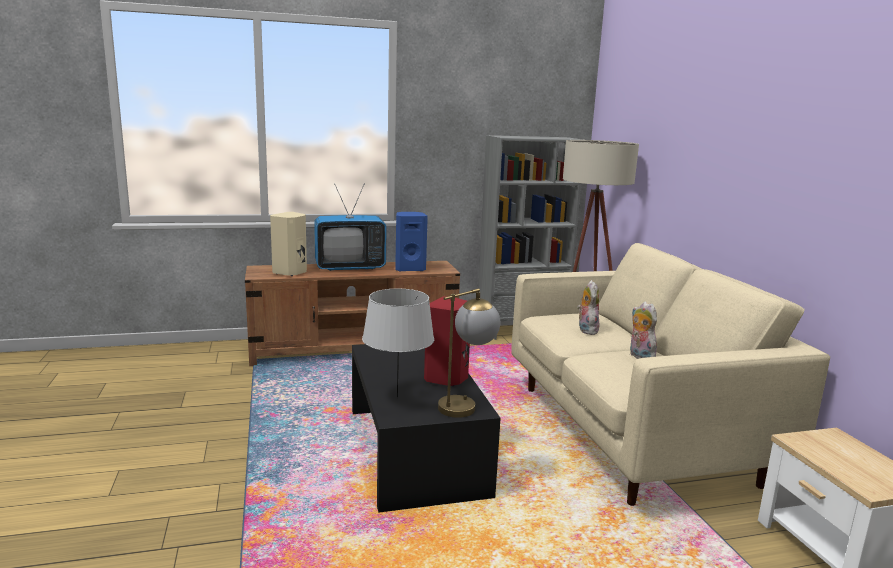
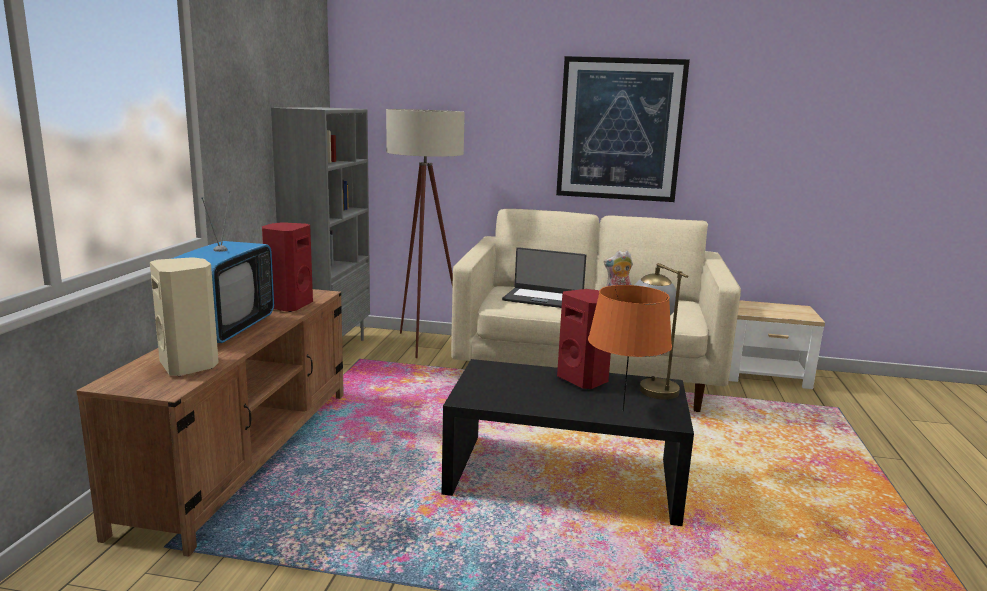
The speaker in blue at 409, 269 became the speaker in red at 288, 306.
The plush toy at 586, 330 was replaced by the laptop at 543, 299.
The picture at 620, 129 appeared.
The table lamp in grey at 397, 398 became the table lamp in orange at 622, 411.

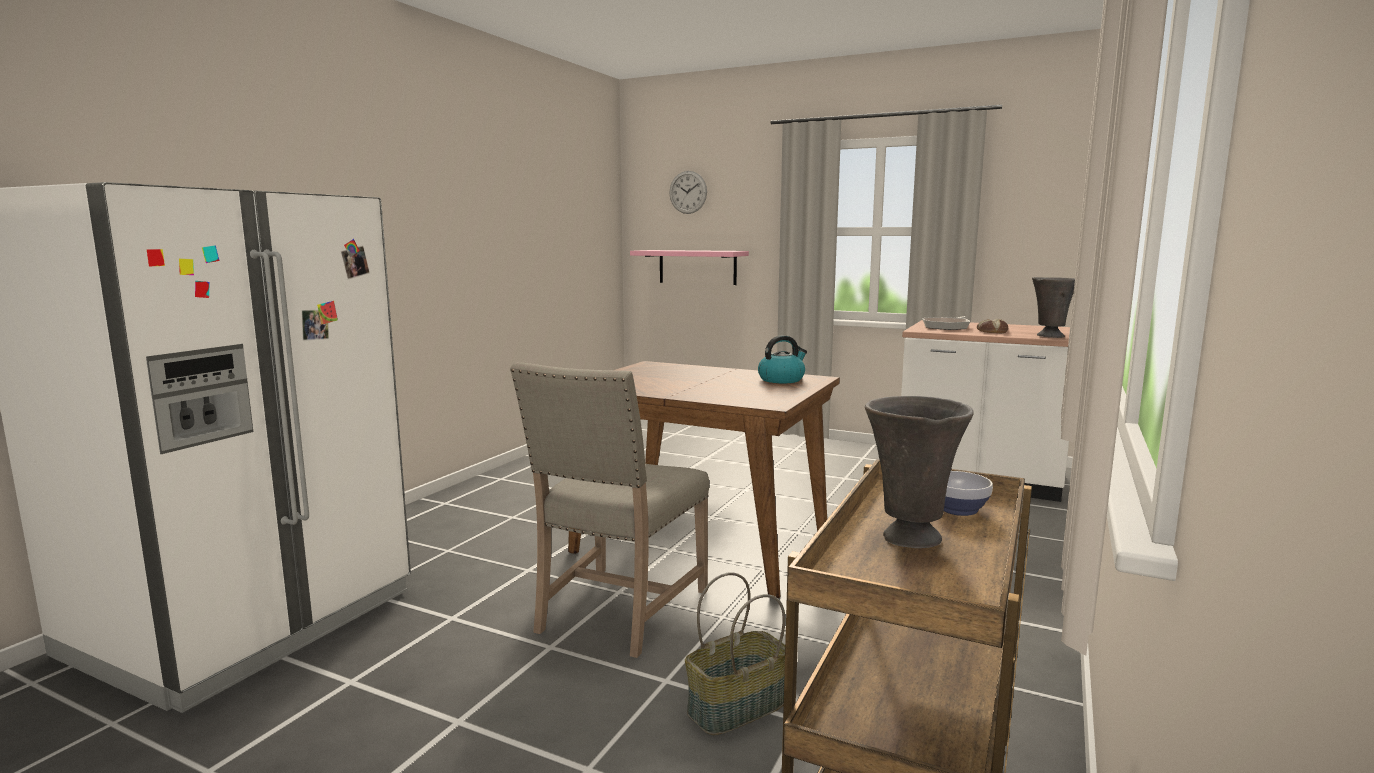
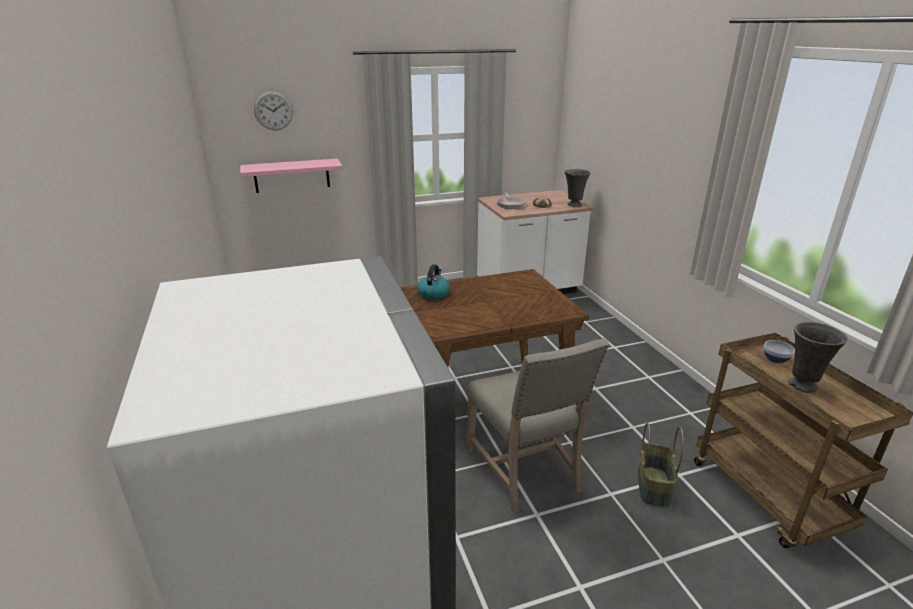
The kettle moved from 781, 379 to 433, 294.

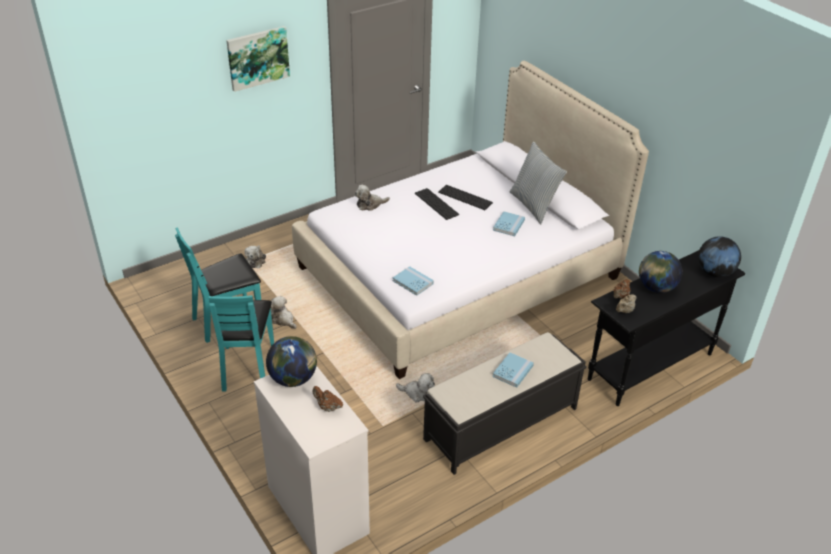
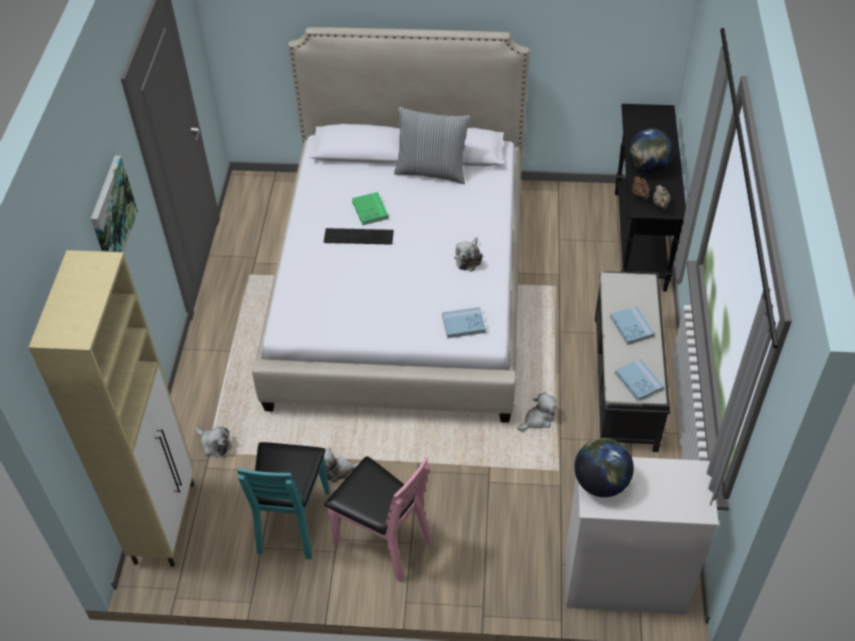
The cabinet in beige at 165, 521 appeared.
The chair in turquoise at 247, 367 became the chair in pink at 383, 540.
The keyboard at 465, 197 was replaced by the book in green at 370, 210.
The plush toy moved from 370, 205 to 468, 259.
The book in blue moved from 508, 225 to 638, 381.
The teapot in brown at 327, 407 disappeared.
The globe at 714, 272 disappeared.

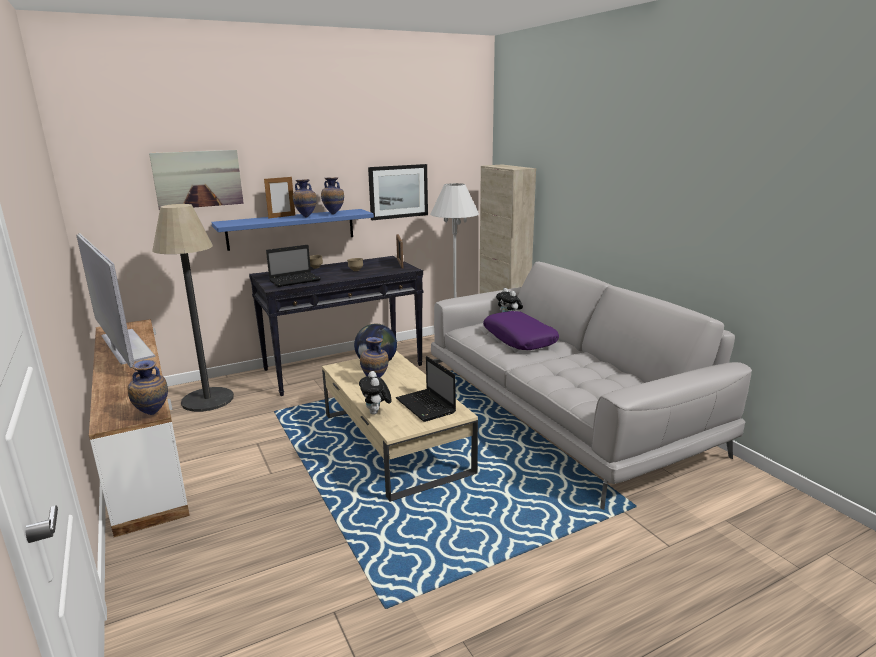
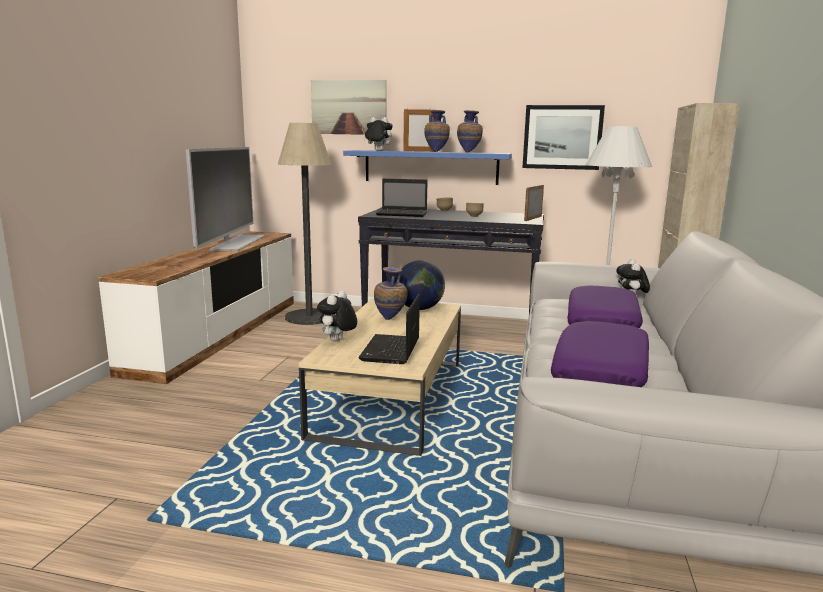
The plush toy at 377, 150 appeared.
The pillow in purple at 601, 371 appeared.
The vase at 152, 415 disappeared.

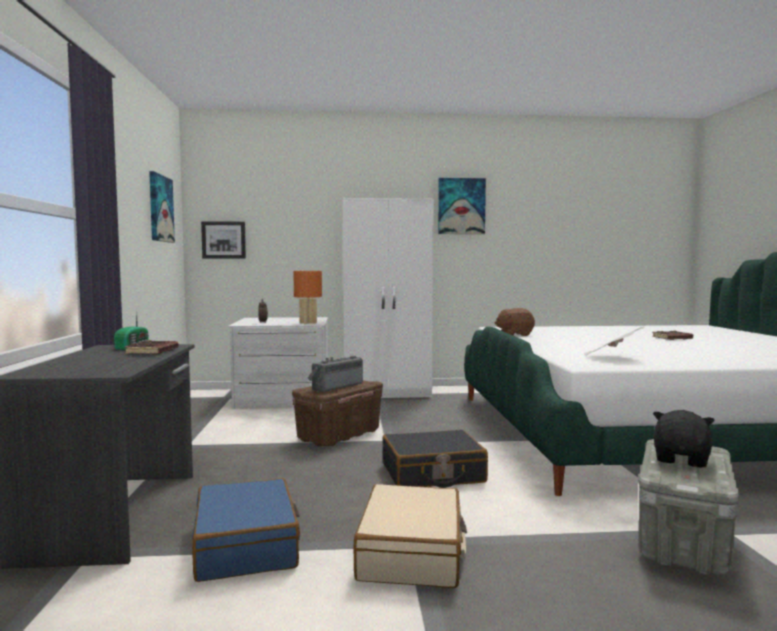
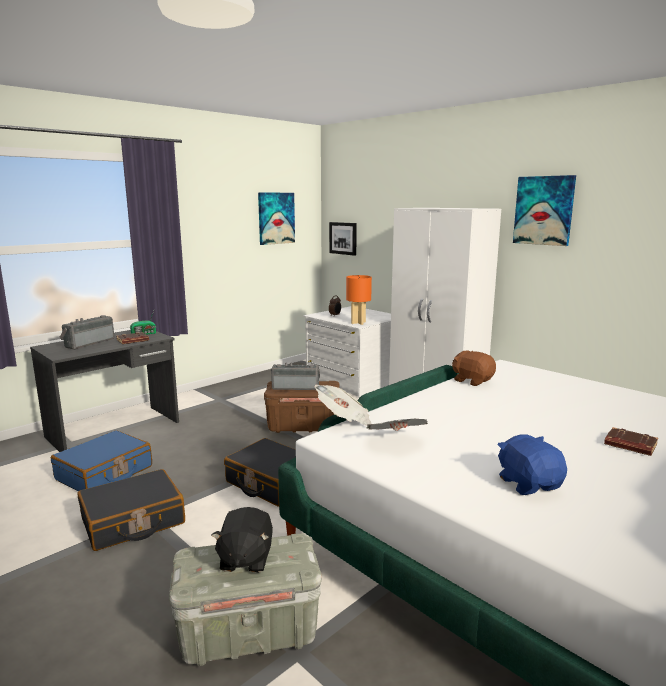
The radio at 88, 343 appeared.
The suitcase in beige at 412, 552 became the suitcase in black at 133, 521.
The plush toy in black at 682, 459 turned 105 degrees clockwise.
The newspaper at 344, 420 appeared.
The plush toy in blue at 529, 484 appeared.

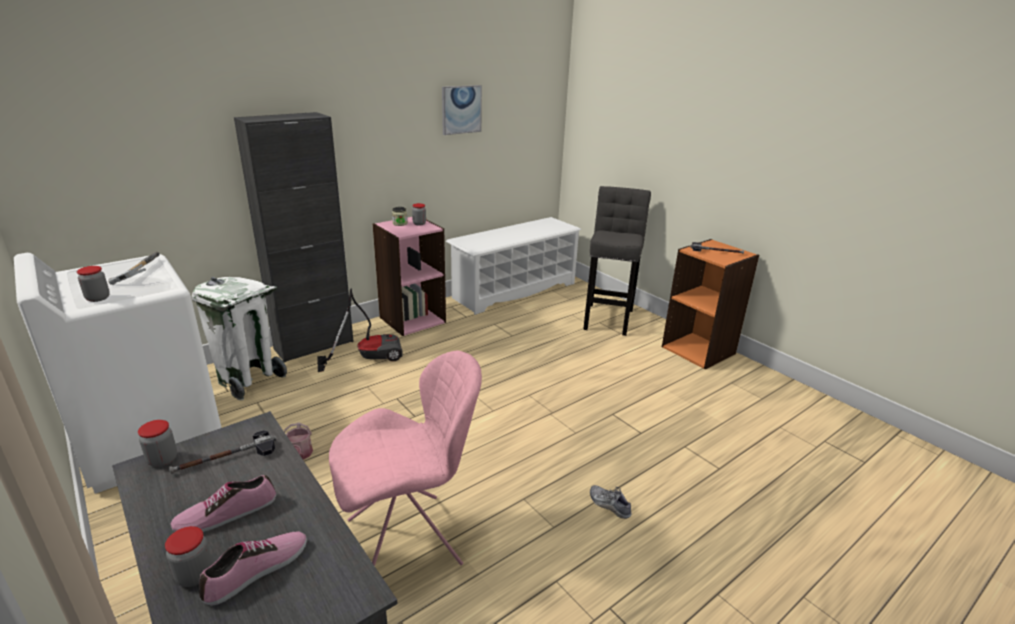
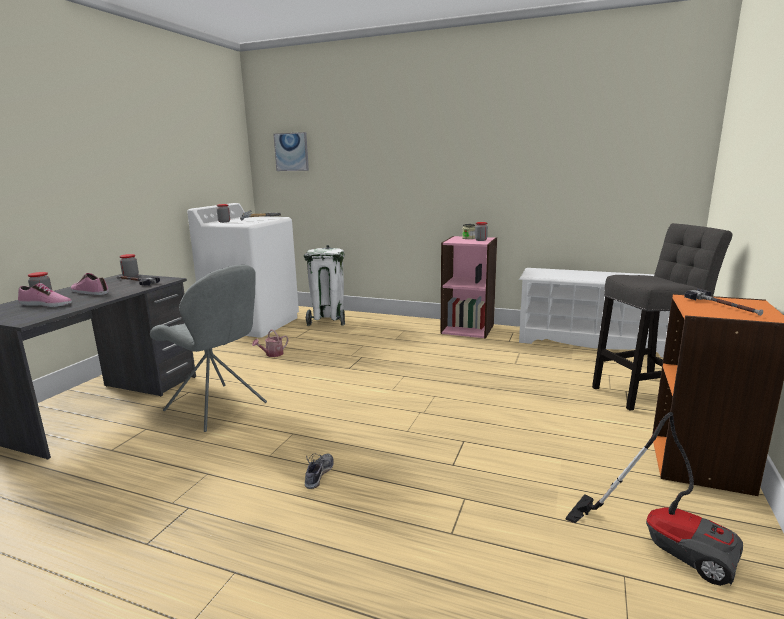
The chair in pink at 408, 540 became the chair in grey at 218, 408.
The picture moved from 461, 109 to 291, 152.
The vacuum cleaner moved from 368, 356 to 665, 542.
The cabinet in black at 314, 345 disappeared.

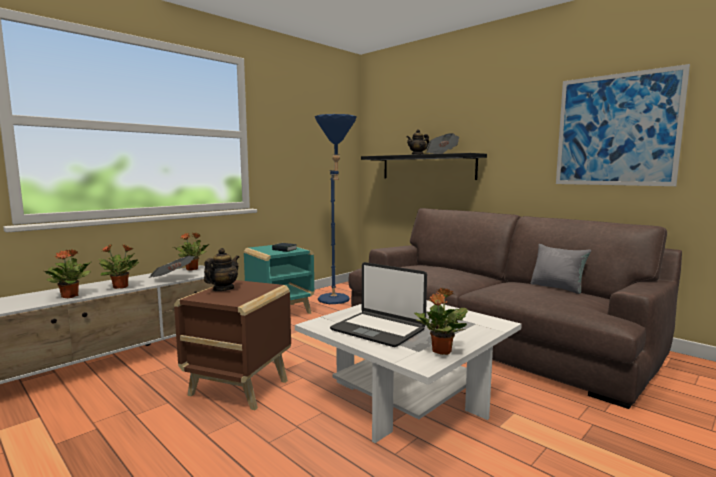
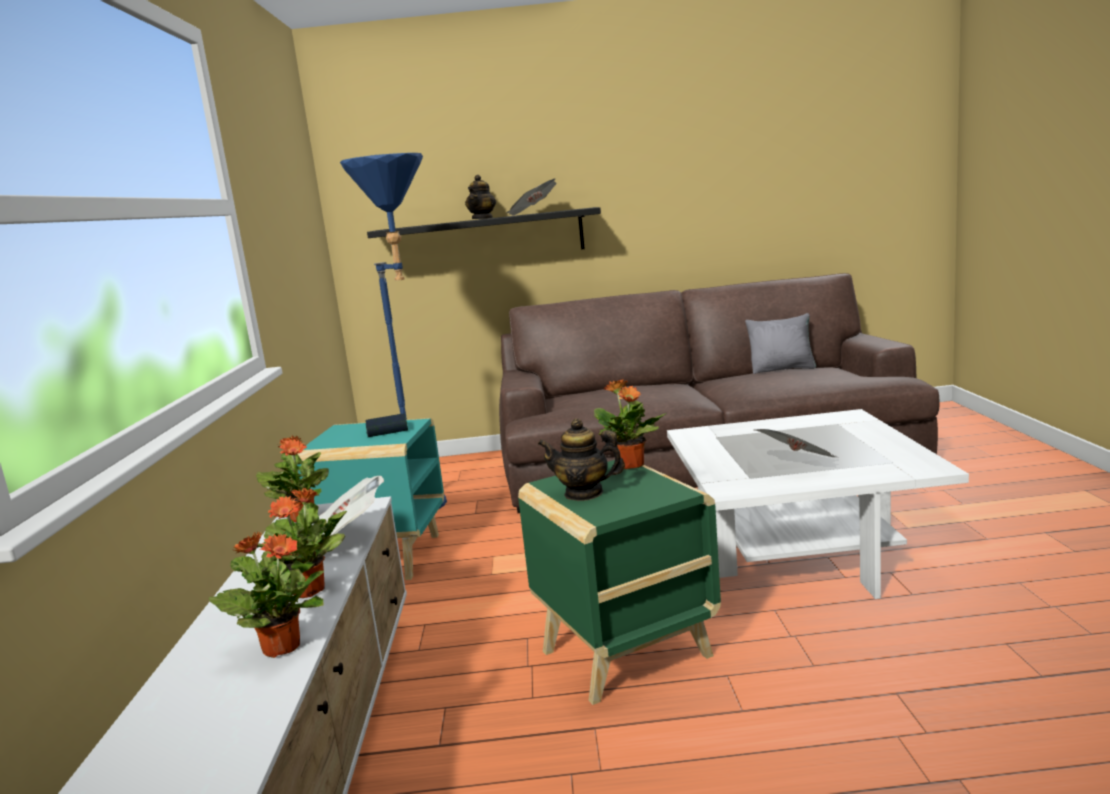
The side table in brown at 237, 387 became the side table in green at 624, 655.
The teapot at 223, 289 turned 60 degrees counterclockwise.
The potted plant moved from 441, 351 to 631, 465.
The laptop at 378, 330 was replaced by the newspaper at 799, 465.
The picture at 616, 130 disappeared.

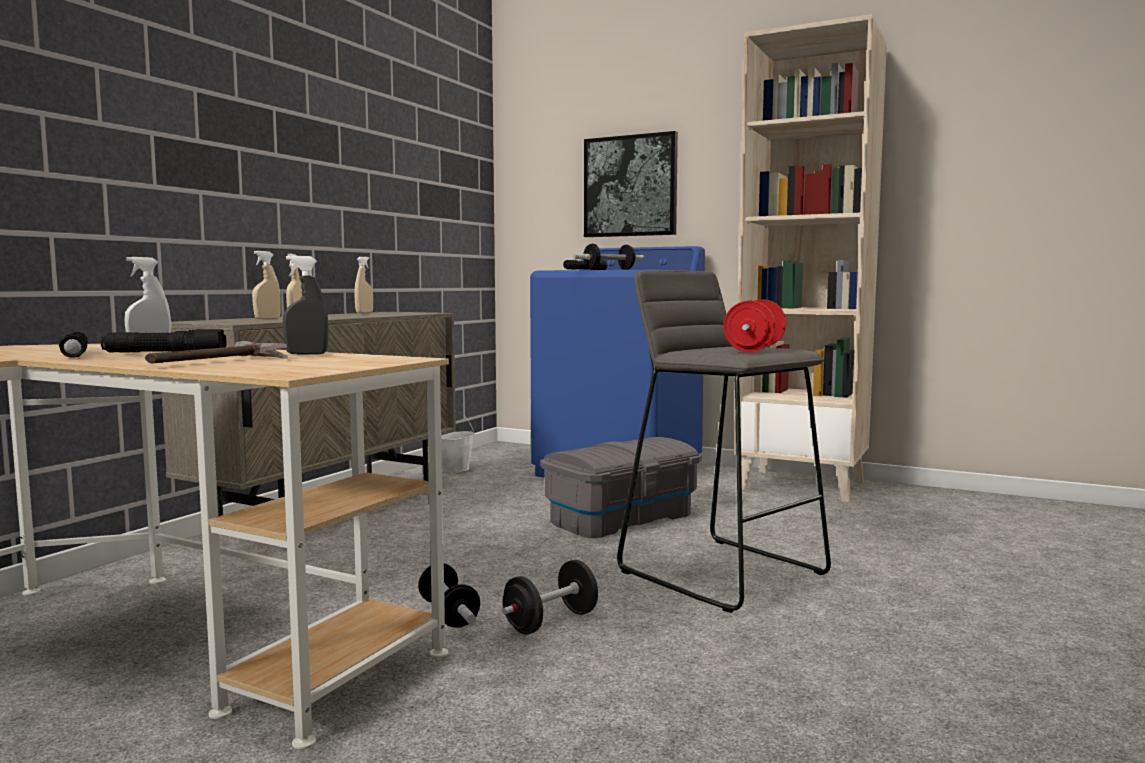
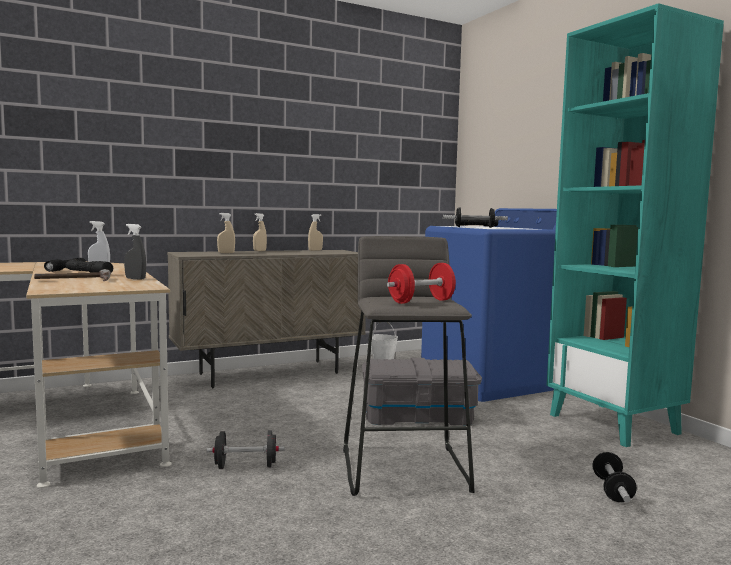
The bookcase in beige at 803, 485 became the bookcase in turquoise at 614, 424.
The dumbbell moved from 448, 614 to 612, 490.
The picture at 630, 186 disappeared.

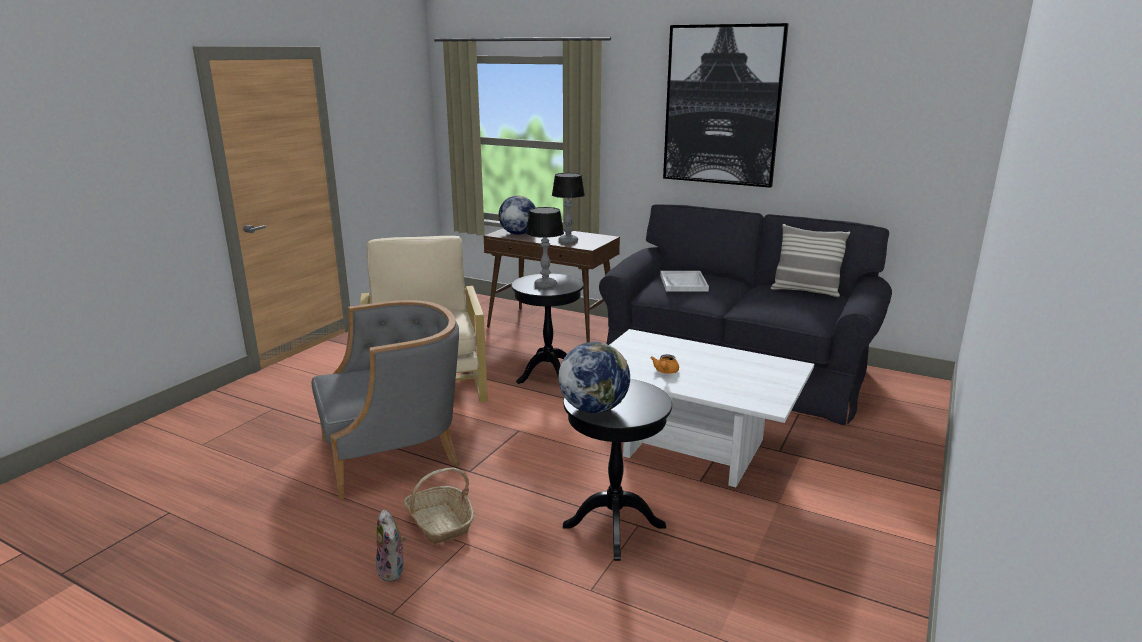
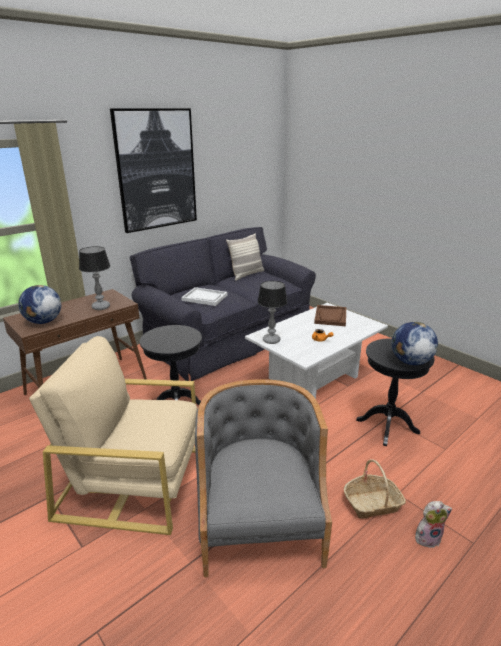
The table lamp moved from 545, 285 to 271, 340.
The tray in brown at 330, 317 appeared.

